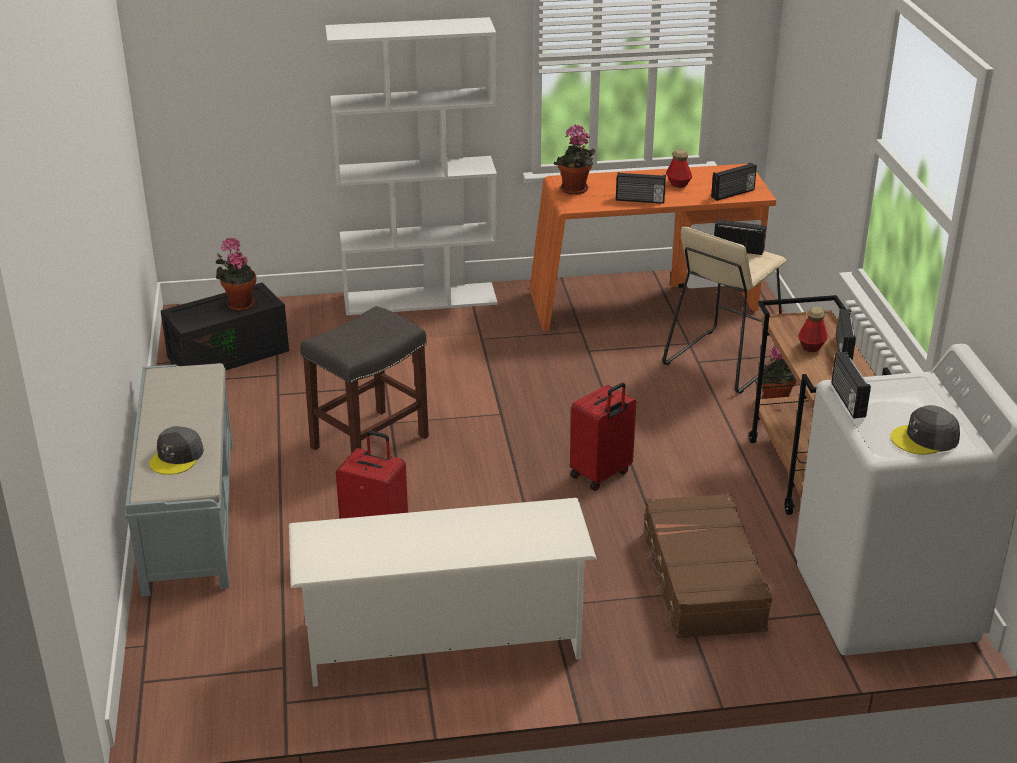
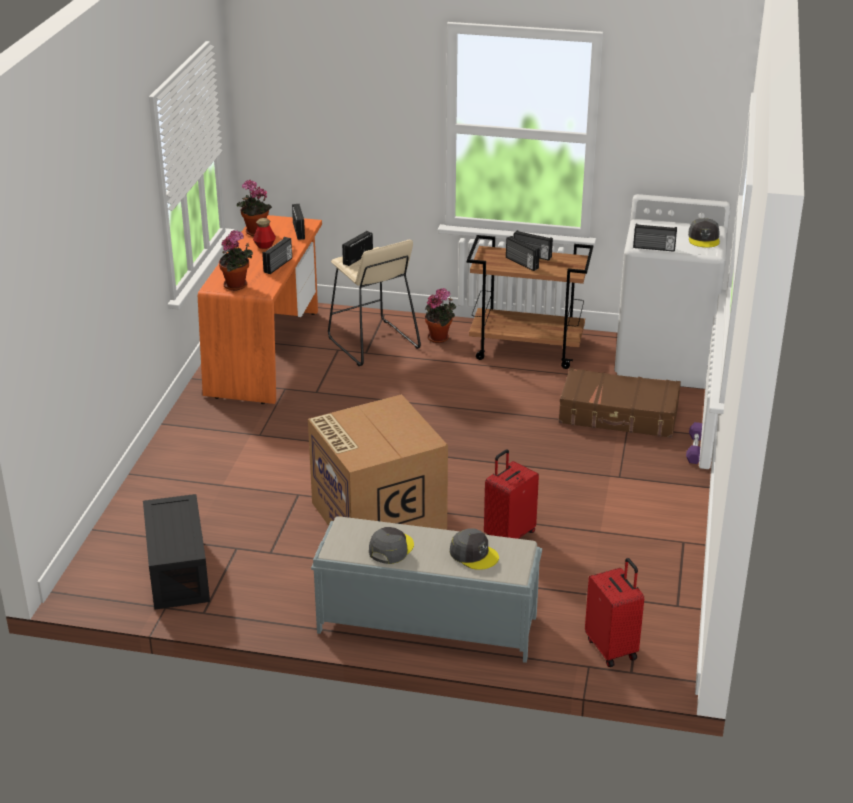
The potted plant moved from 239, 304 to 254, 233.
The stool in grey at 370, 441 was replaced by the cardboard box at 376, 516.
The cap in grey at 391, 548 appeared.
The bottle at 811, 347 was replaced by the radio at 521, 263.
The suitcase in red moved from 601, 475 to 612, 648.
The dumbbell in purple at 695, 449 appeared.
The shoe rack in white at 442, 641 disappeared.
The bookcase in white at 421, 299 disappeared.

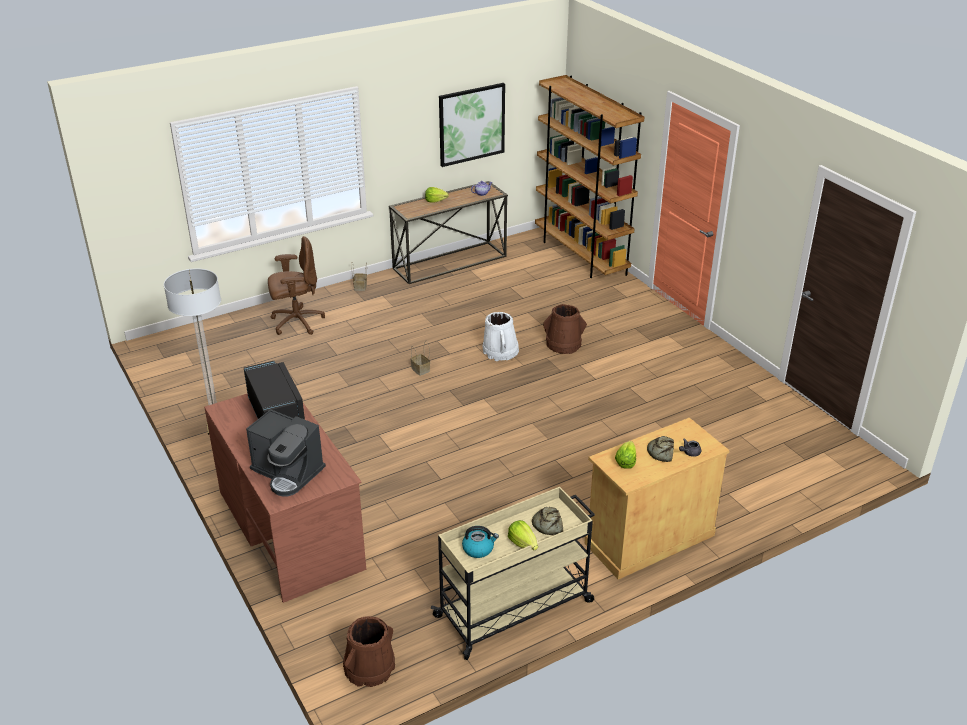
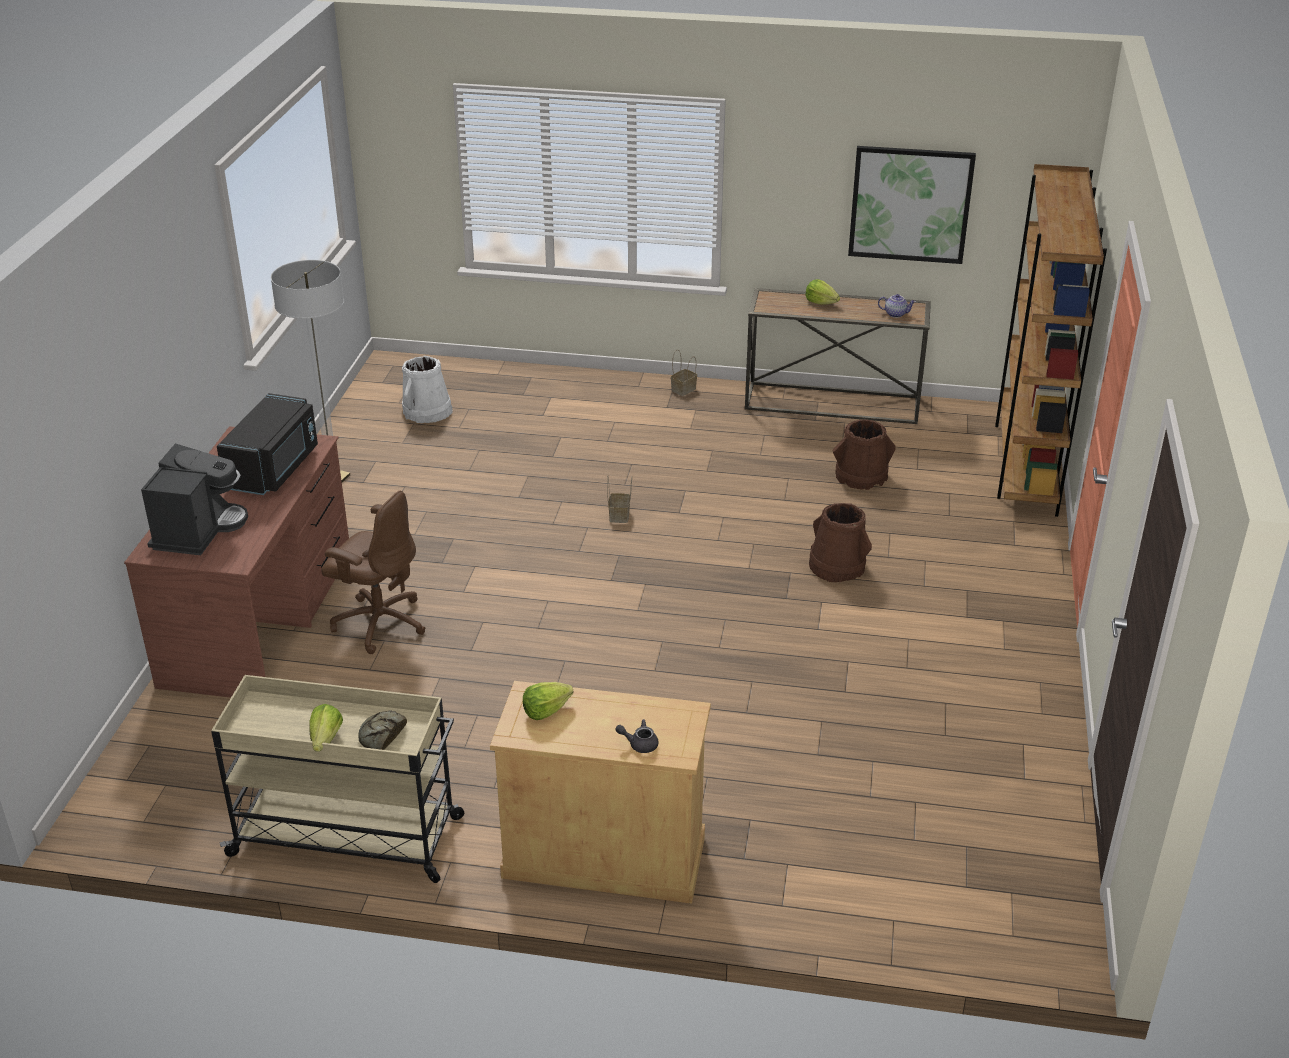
The coffee machine at 288, 473 turned 150 degrees counterclockwise.
The office chair in brown moved from 296, 322 to 379, 623.
The bucket in white moved from 500, 351 to 427, 412.
The bucket in brown moved from 369, 667 to 860, 476.
The kettle at 478, 549 disappeared.
The bread at 661, 452 disappeared.

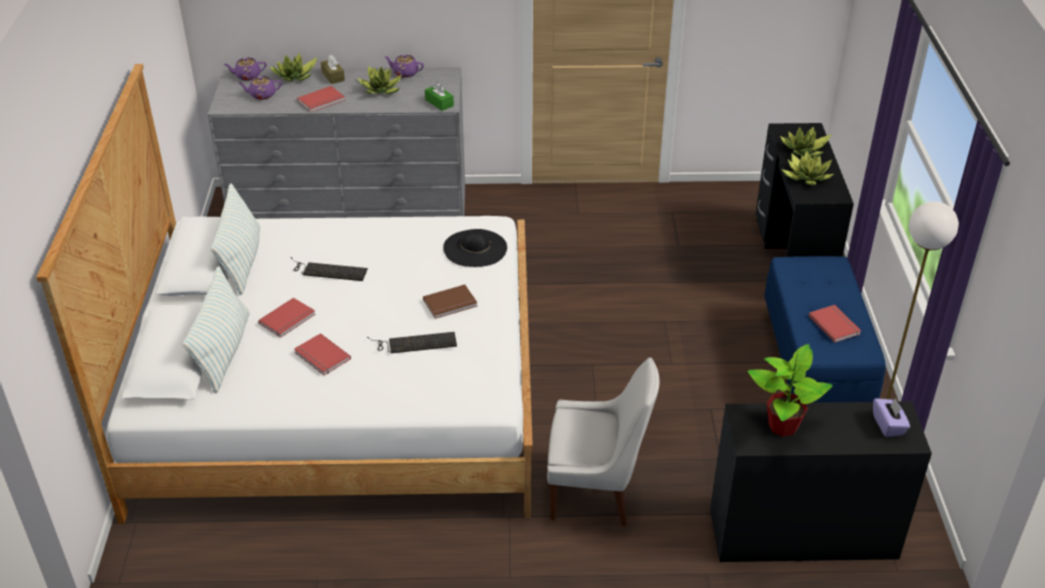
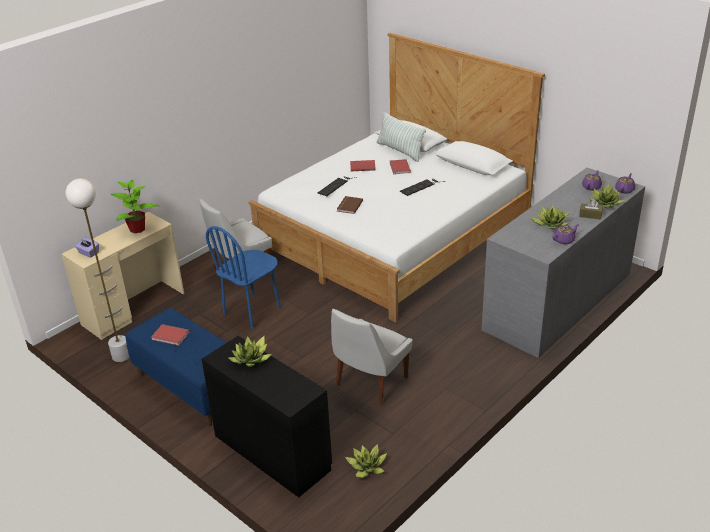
The desk in black at 802, 534 became the desk in beige at 133, 308.
The chair in blue at 252, 311 appeared.
The chair in white at 370, 383 appeared.
The potted plant moved from 804, 150 to 366, 467.
The pillow at 241, 260 disappeared.
The book in red at 322, 101 disappeared.
The tissue box in green at 439, 103 disappeared.
The hat in black at 475, 248 disappeared.

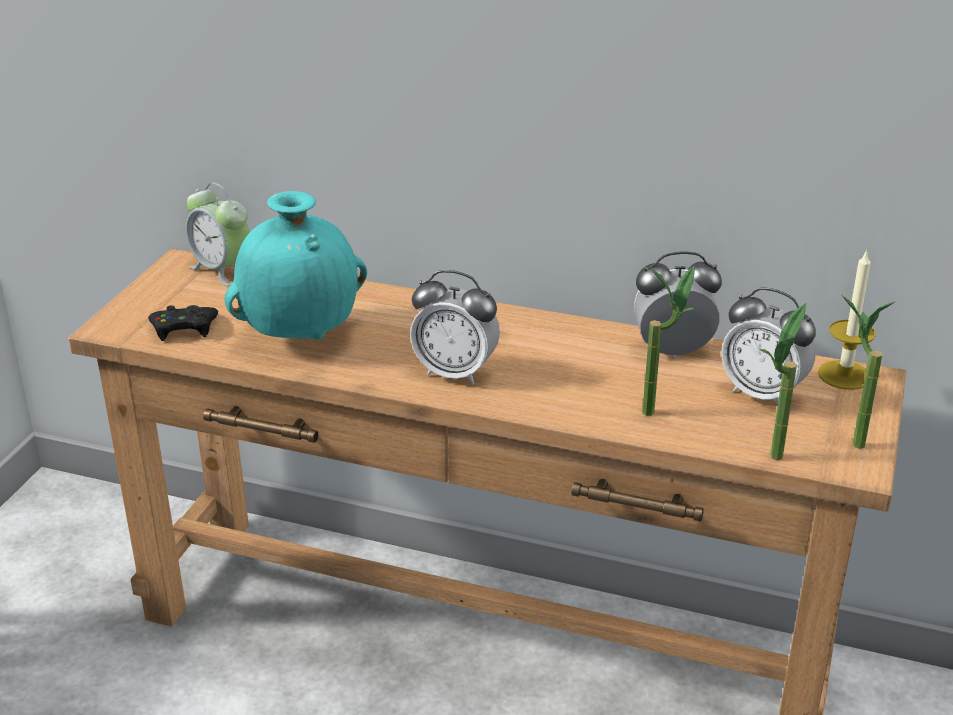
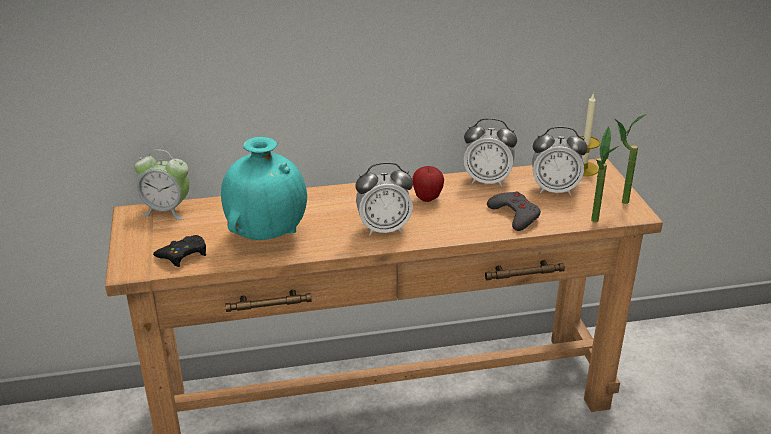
The apple at 427, 199 appeared.
The alarm clock at 672, 350 turned 135 degrees counterclockwise.
The potted plant at 659, 410 was replaced by the game controller in grey at 514, 215.

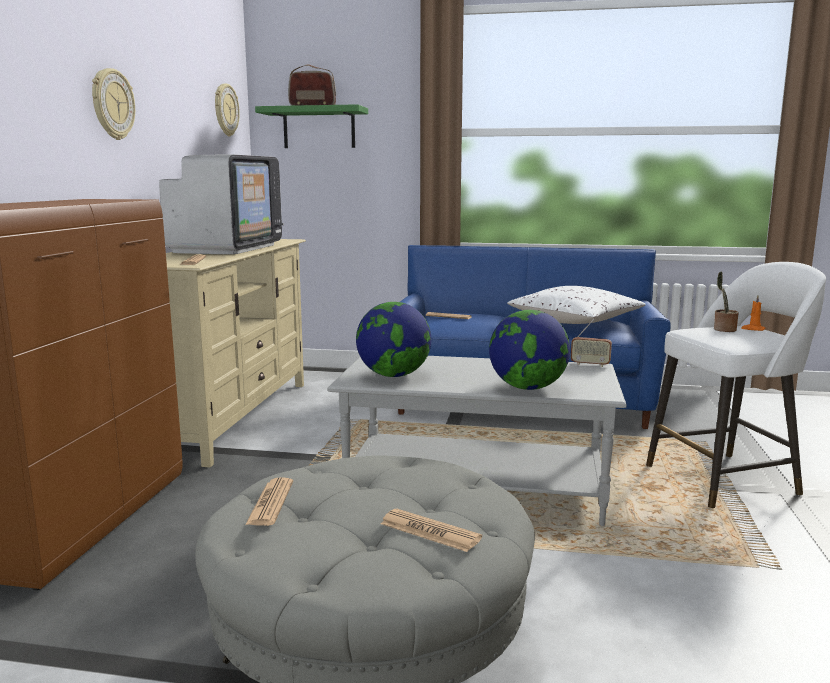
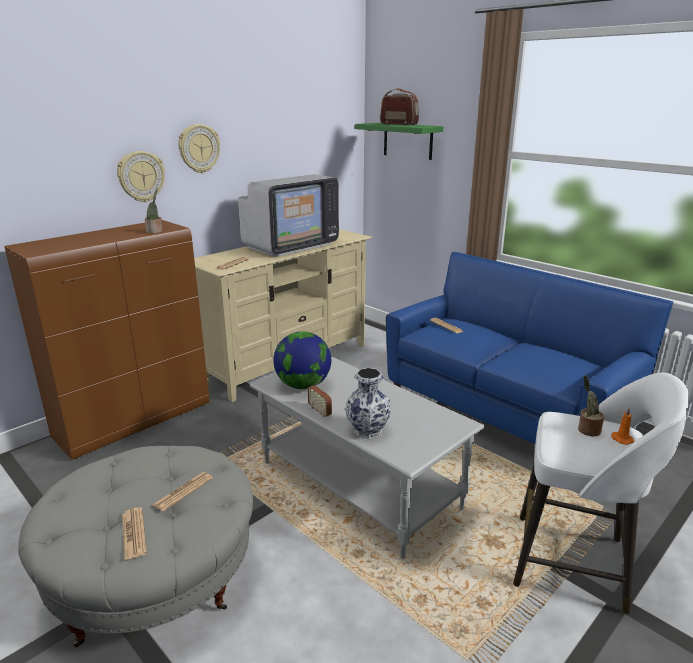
The wall clock moved from 225, 110 to 141, 176.
The potted plant at 155, 231 appeared.
The newspaper moved from 270, 503 to 183, 491.
The radio moved from 590, 364 to 320, 411.
The globe at 528, 388 was replaced by the vase at 367, 431.
The pillow in white at 574, 321 disappeared.

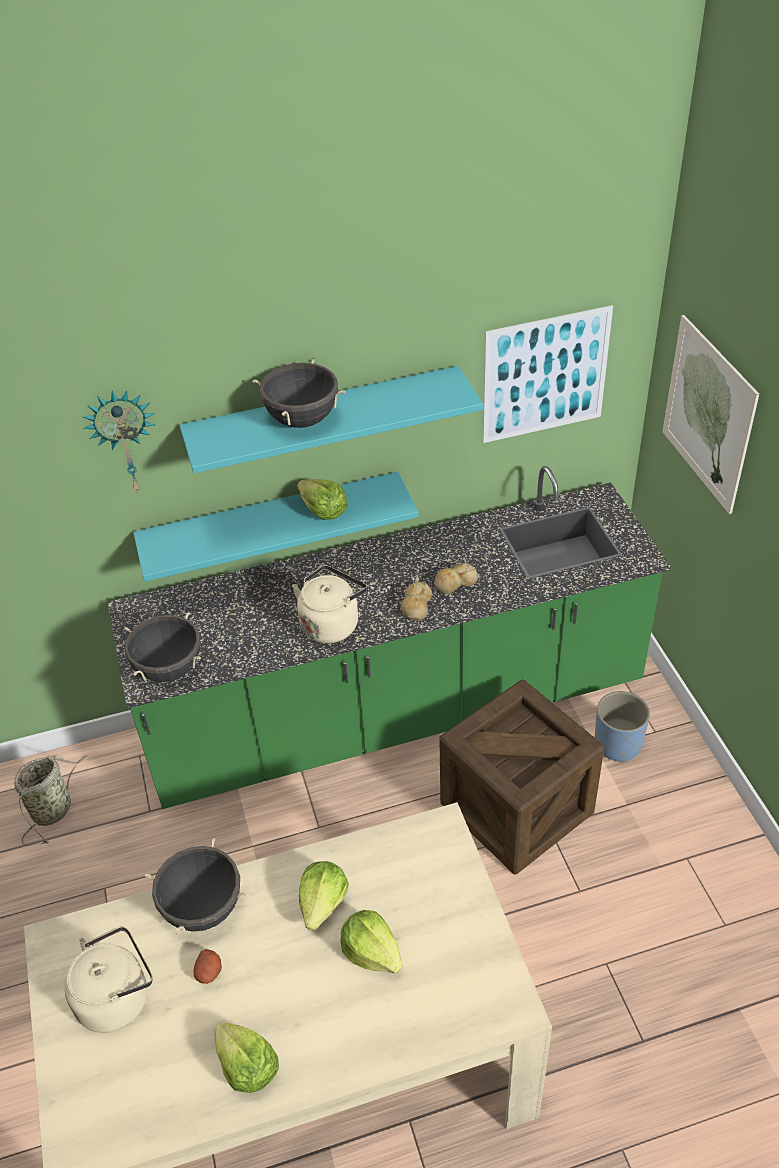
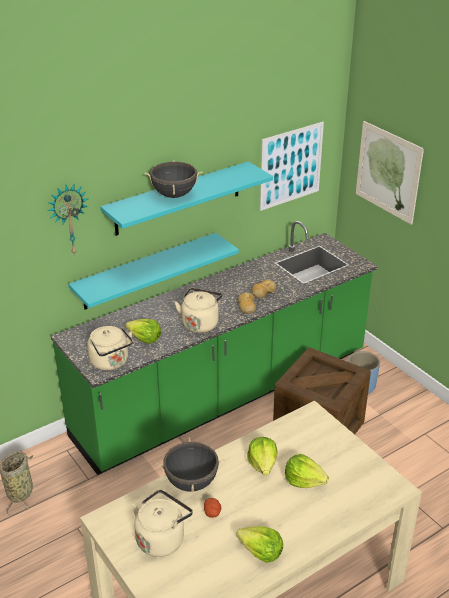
The cooking pot in black at 169, 669 was replaced by the kettle in beige at 111, 362.
The lettuce moved from 323, 510 to 145, 339.

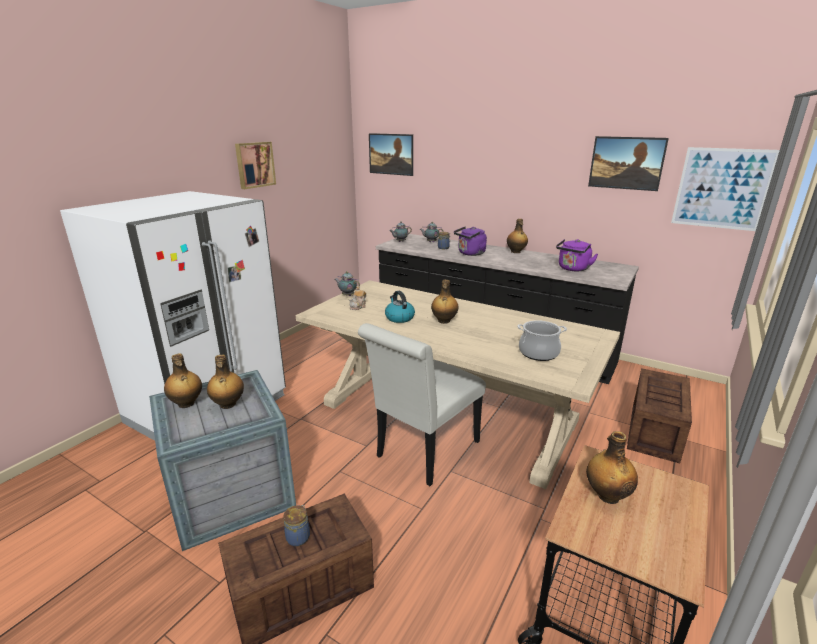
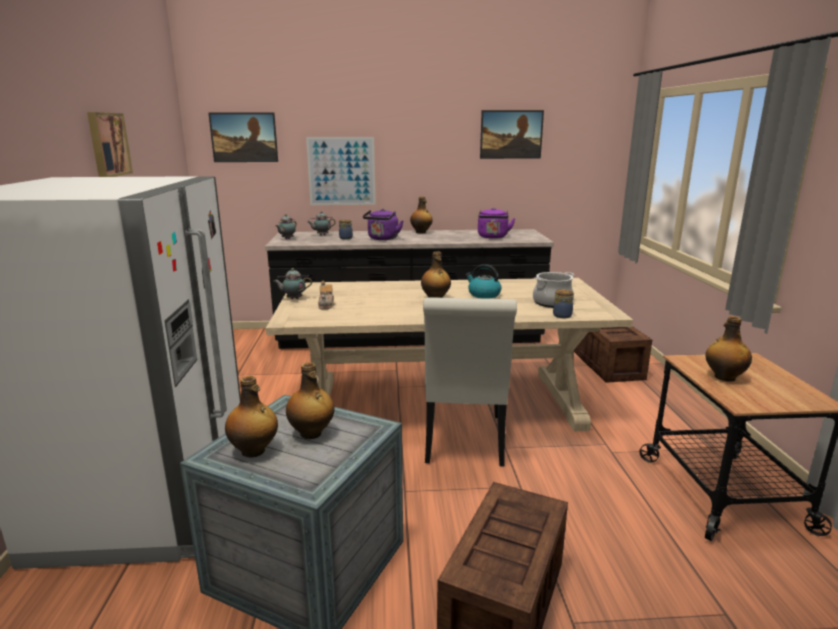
The picture moved from 722, 188 to 341, 171.
The kettle moved from 399, 318 to 483, 294.
The jar moved from 299, 536 to 561, 315.

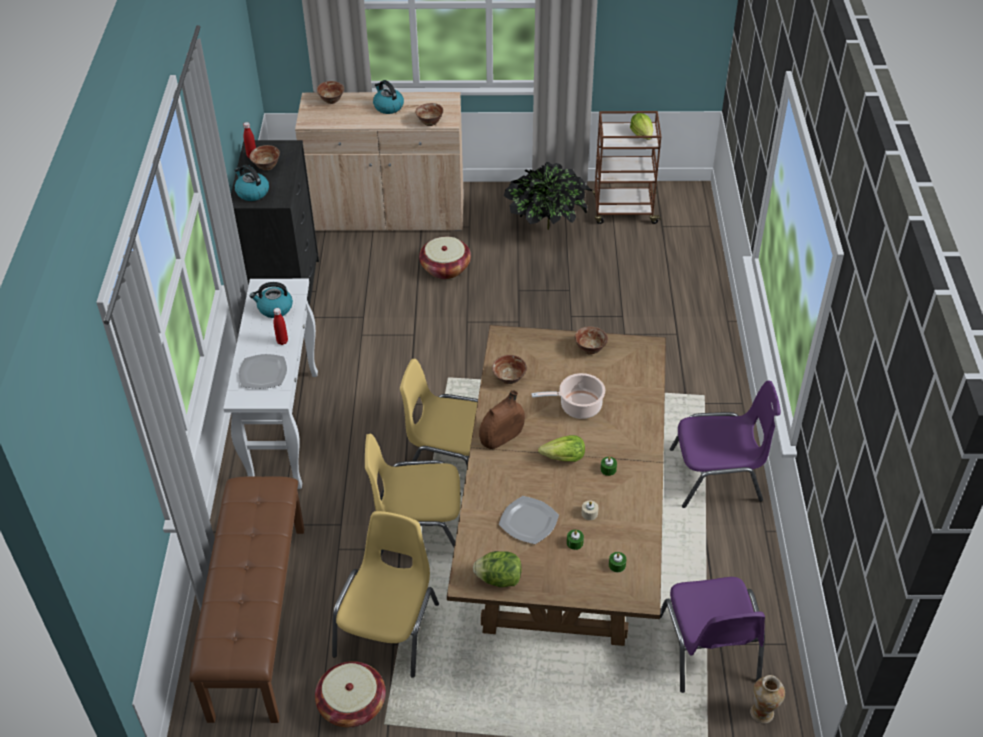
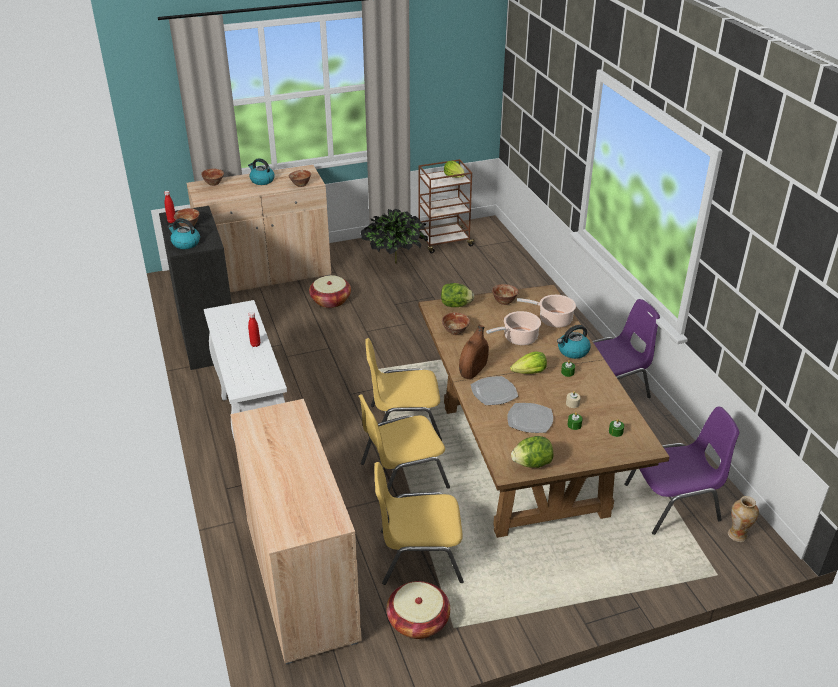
The bench in brown at 257, 619 was replaced by the cabinet in beige at 301, 578.
The chair in yellow at 389, 628 turned 90 degrees counterclockwise.
The lettuce at 455, 305 appeared.
The plate moved from 263, 373 to 494, 392.
The cooking pot at 553, 320 appeared.
The kettle moved from 274, 308 to 572, 351.
The chair in purple at 709, 650 turned 75 degrees counterclockwise.

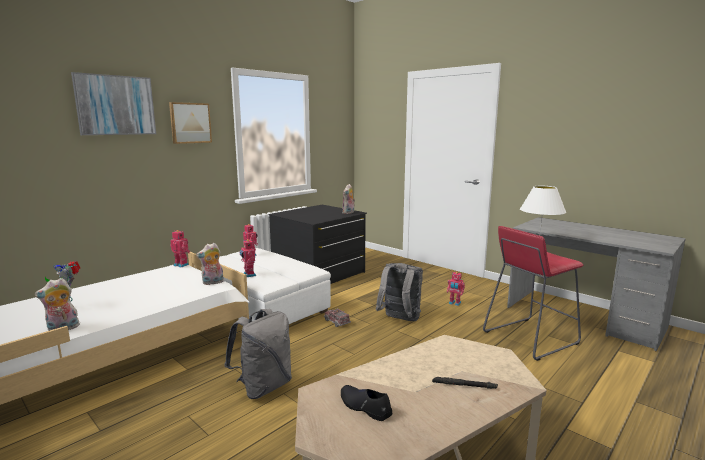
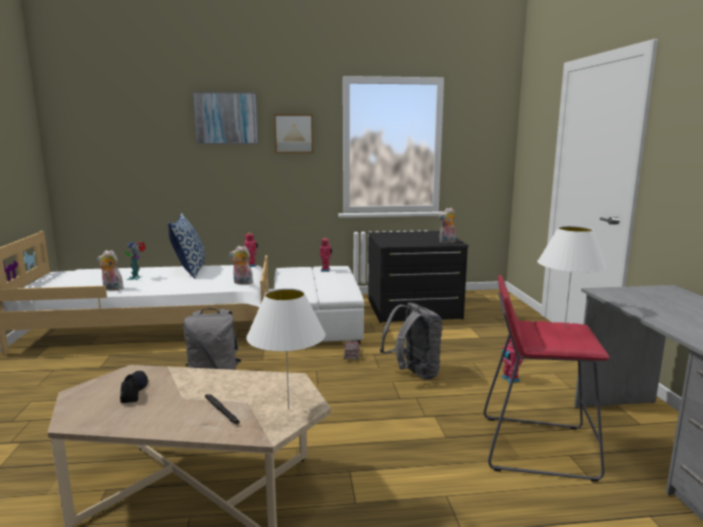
The pillow at 190, 271 appeared.
The table lamp in white at 288, 409 appeared.
The toy robot at 248, 275 disappeared.

